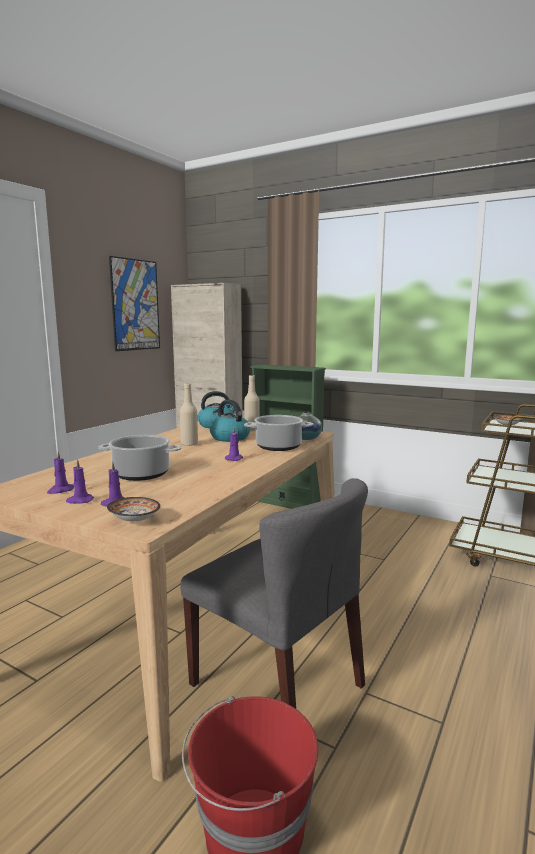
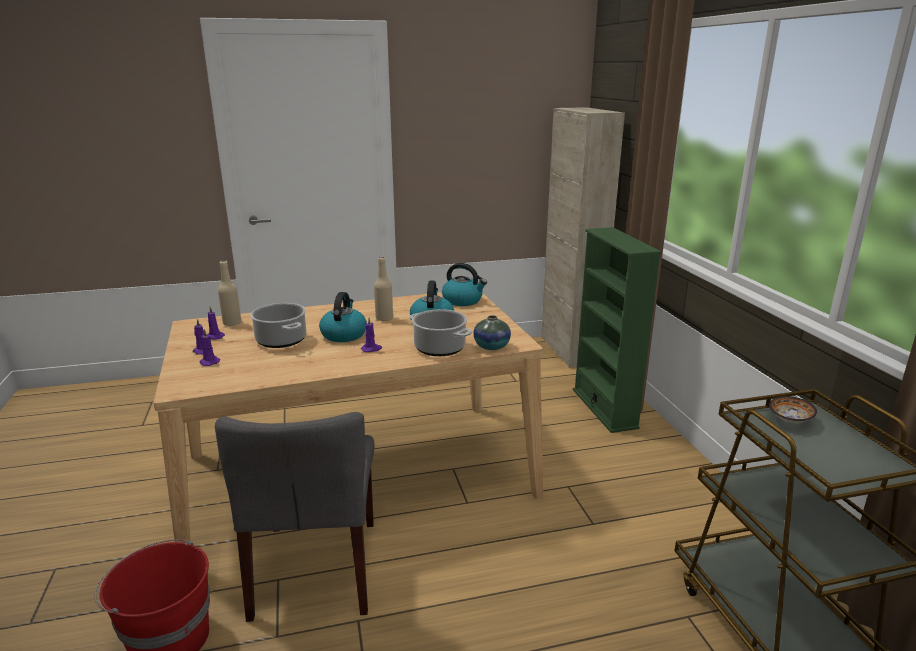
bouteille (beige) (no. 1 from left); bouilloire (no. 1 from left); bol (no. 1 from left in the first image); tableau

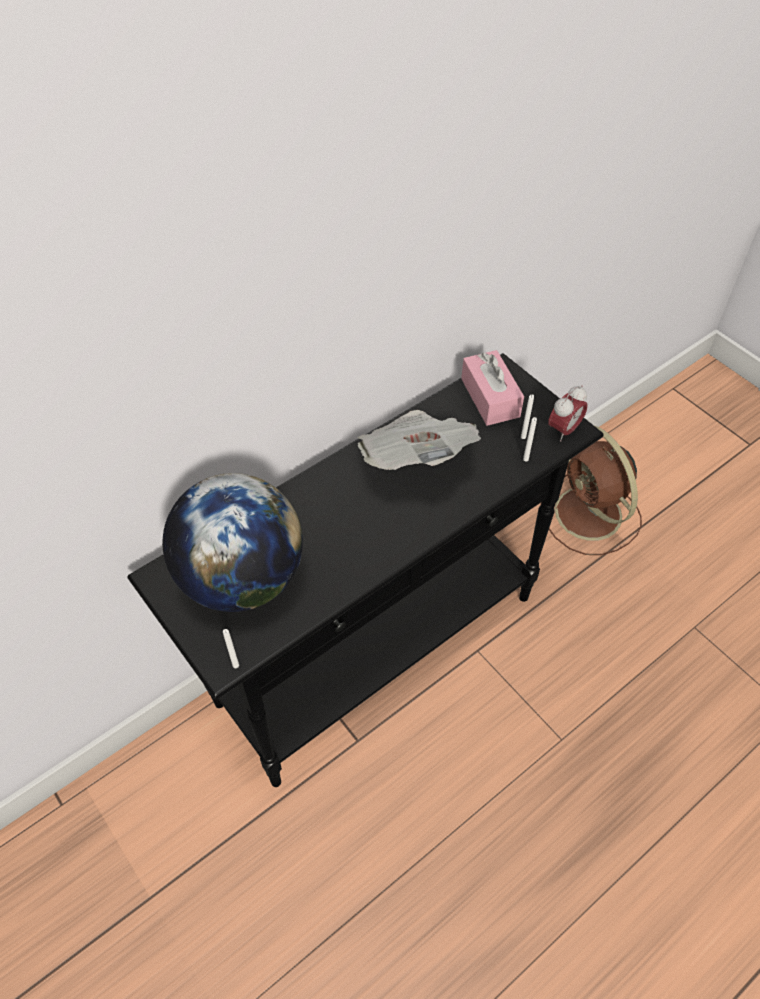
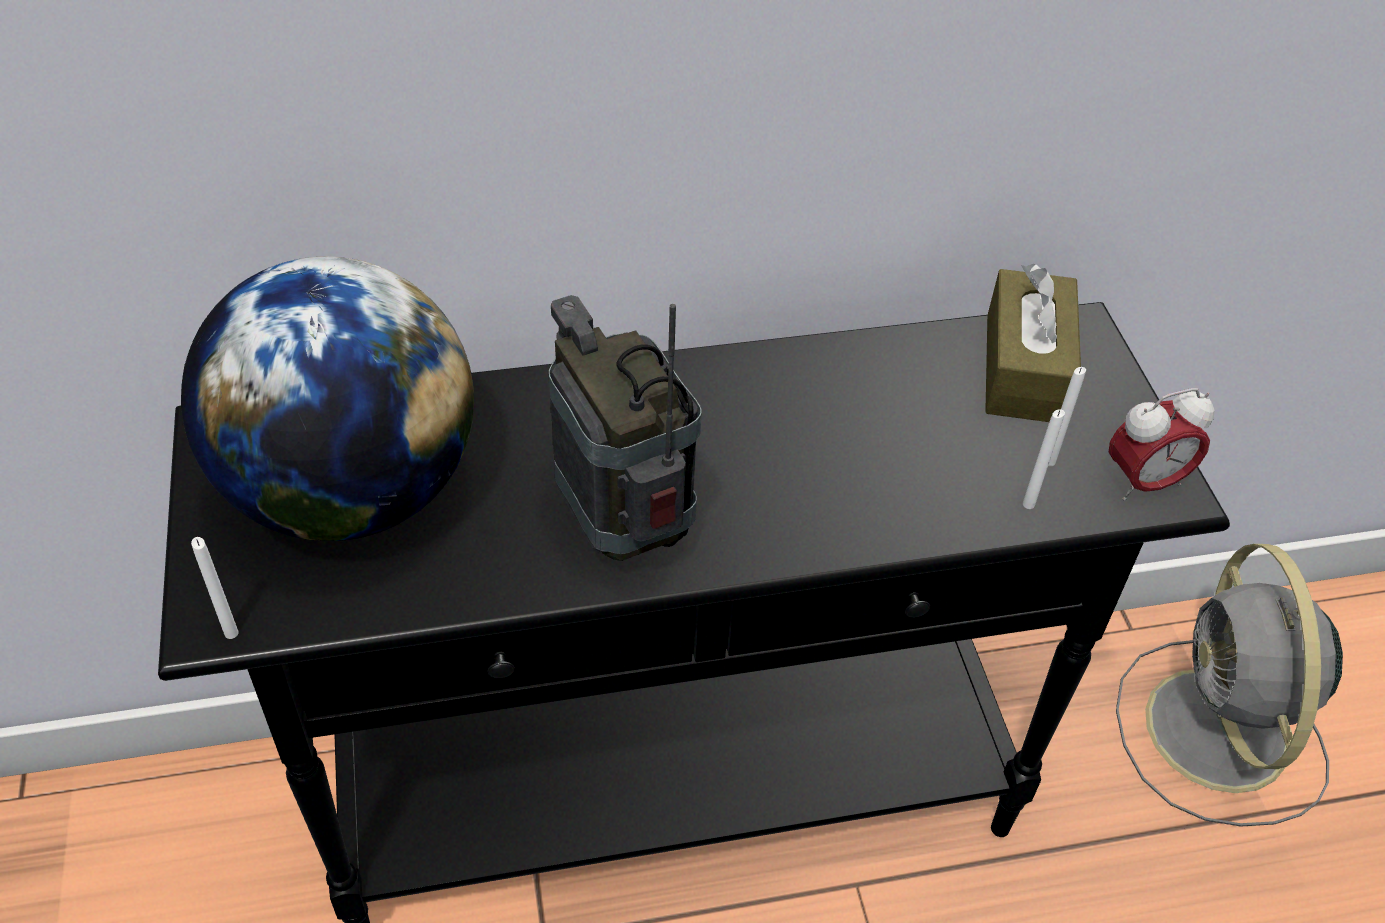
radio; boîte à mouchoirs (marron); ventilateur (gris); journal

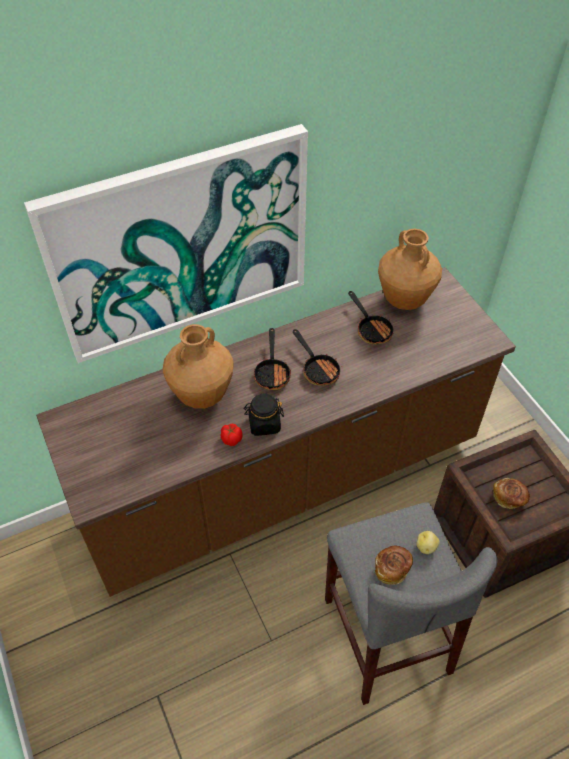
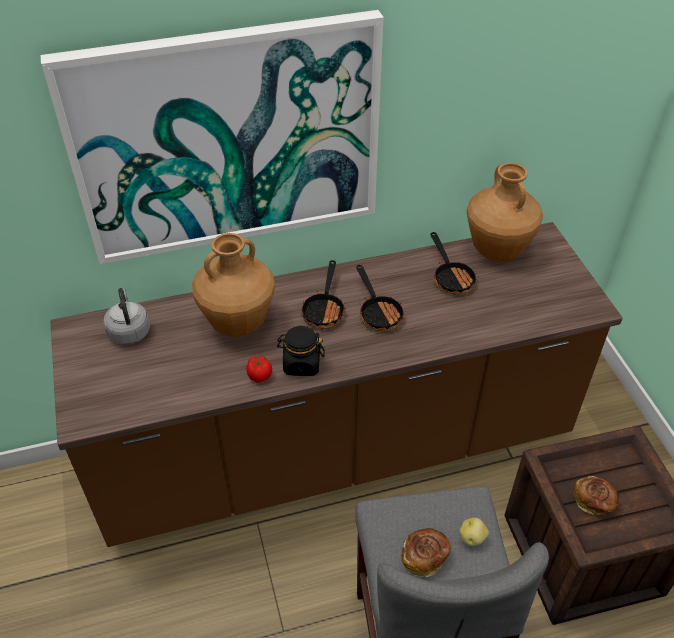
bouilloire (gris)

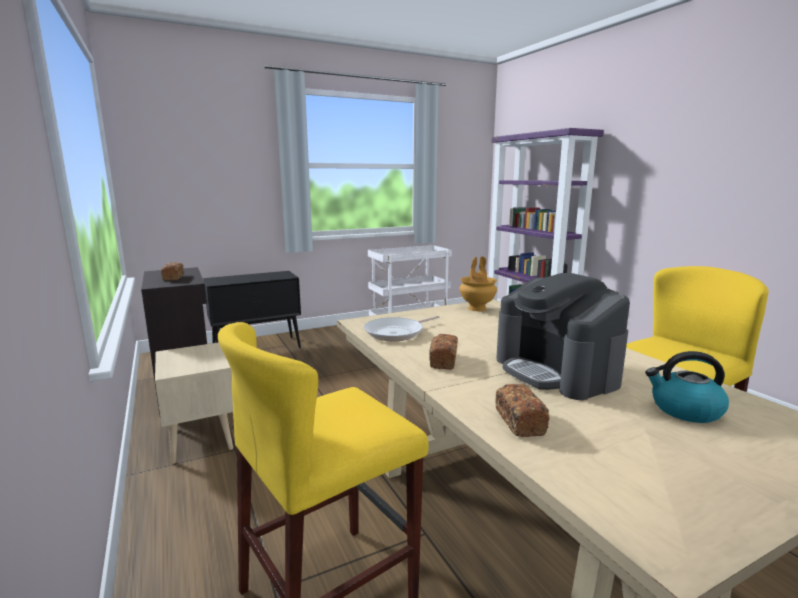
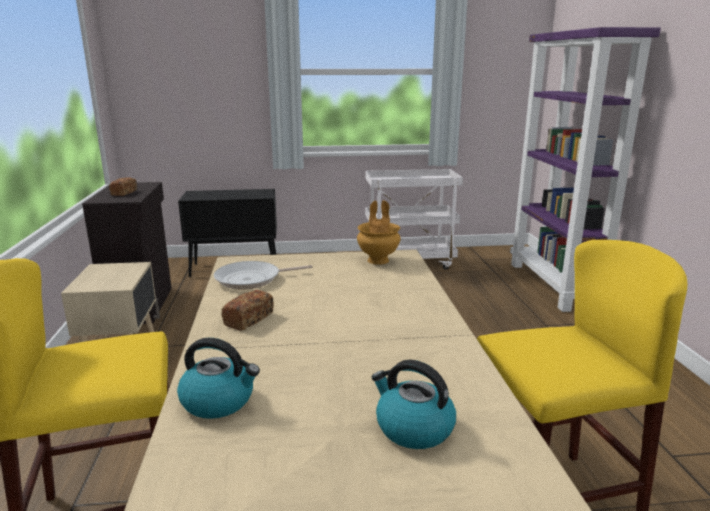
bouilloire (no. 1 from left); machine à café

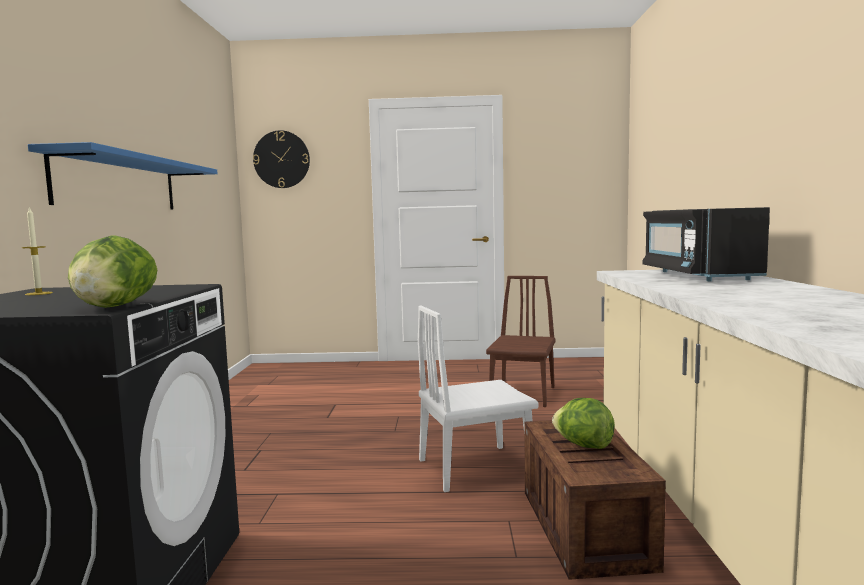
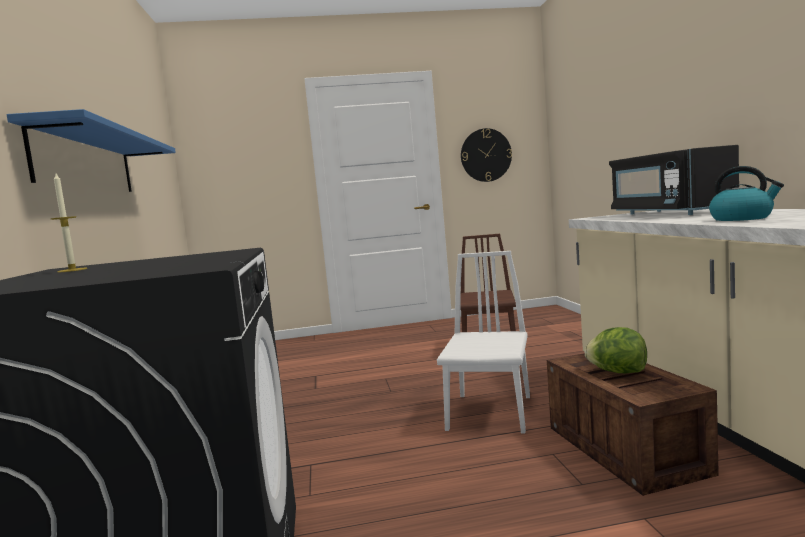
chaise (blanc); horloge murale; bouilloire; laitue (no. 1 from left in the first image)

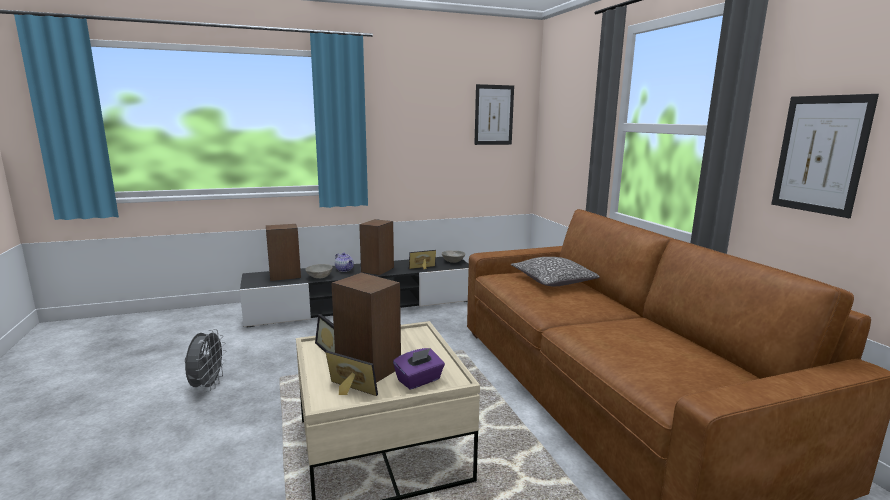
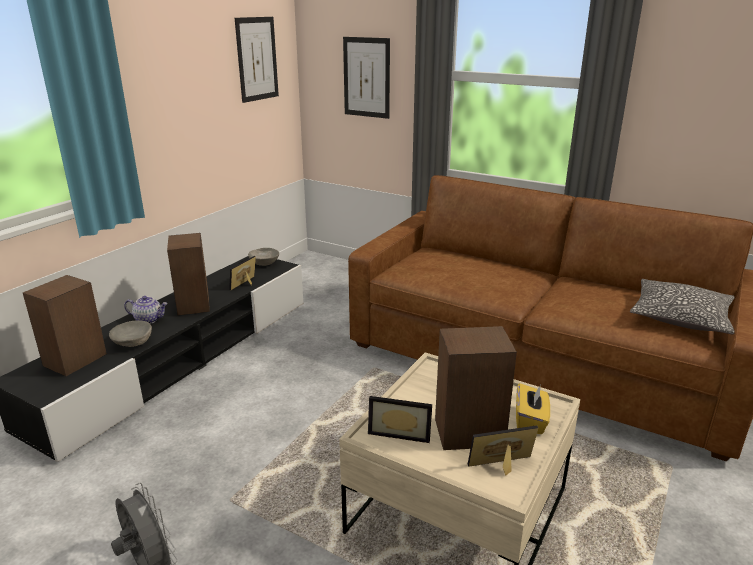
tableau (no. 2 from left); boîte à mouchoirs (jaune); coussin

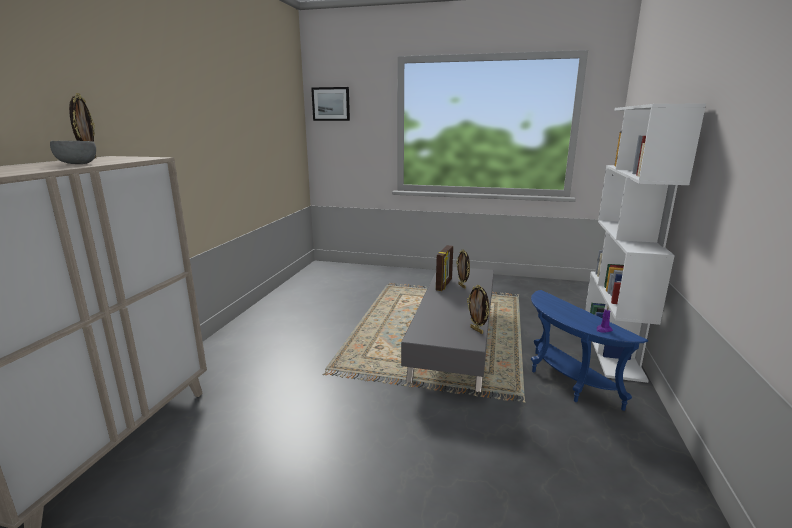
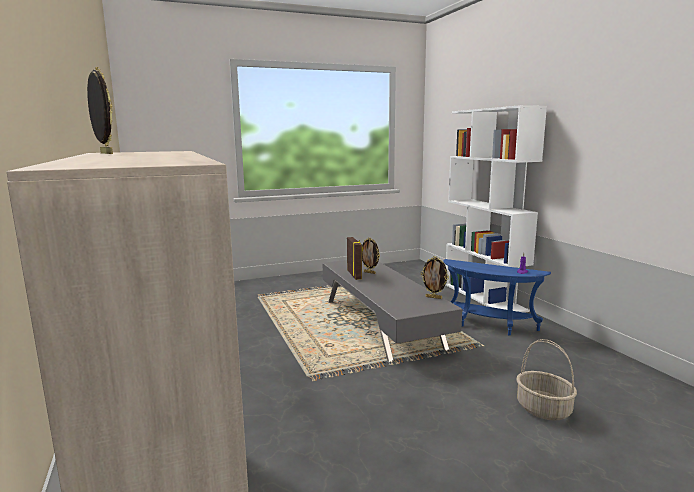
panier; bol (gris); tableau

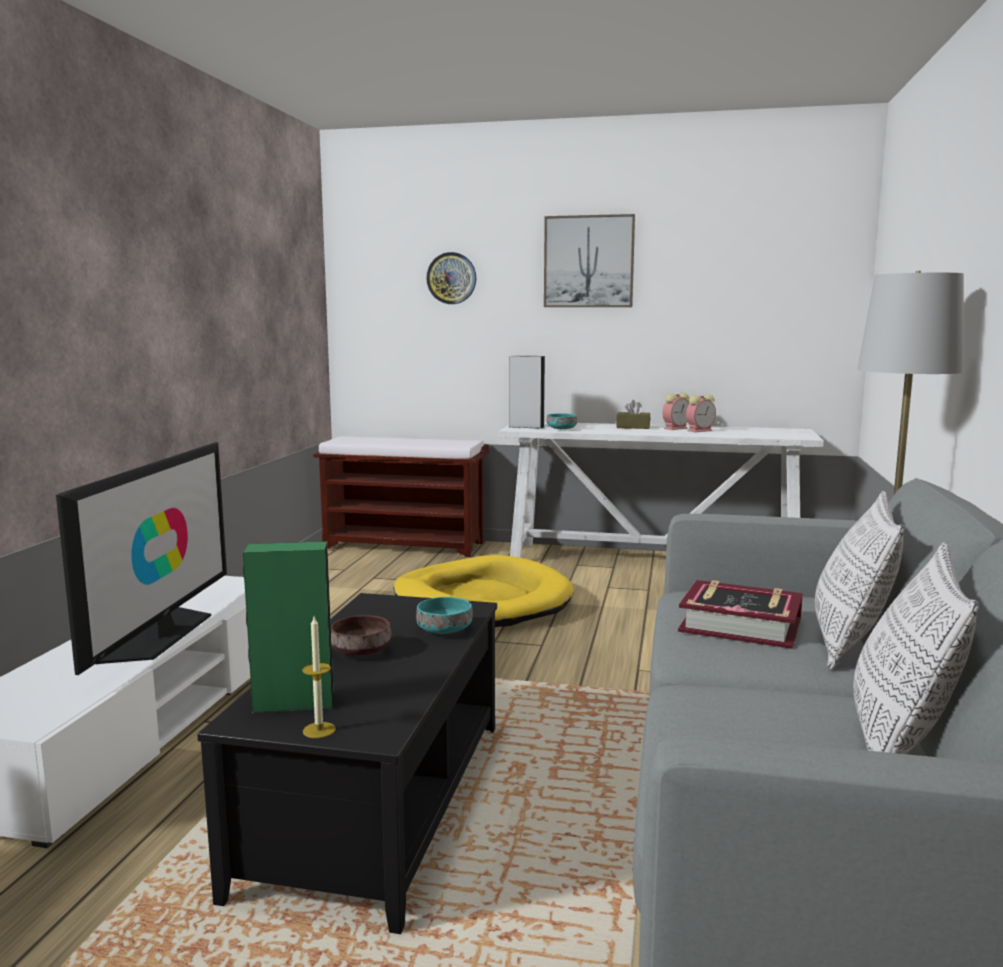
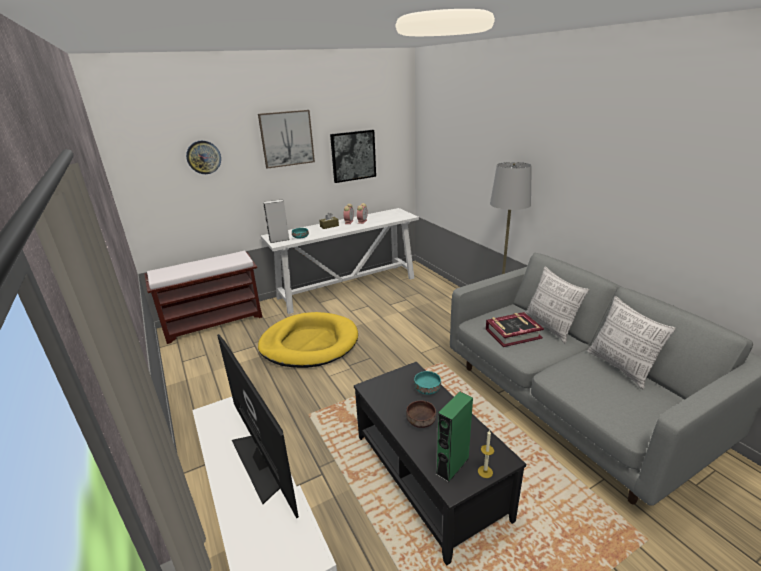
tableau (no. 2 from left)

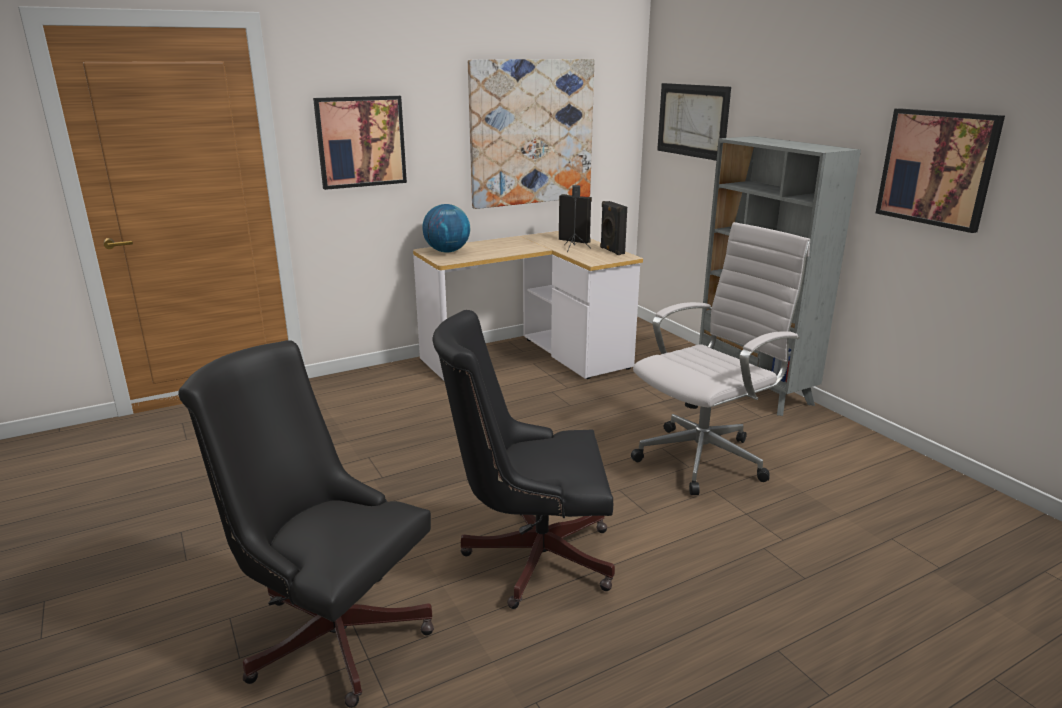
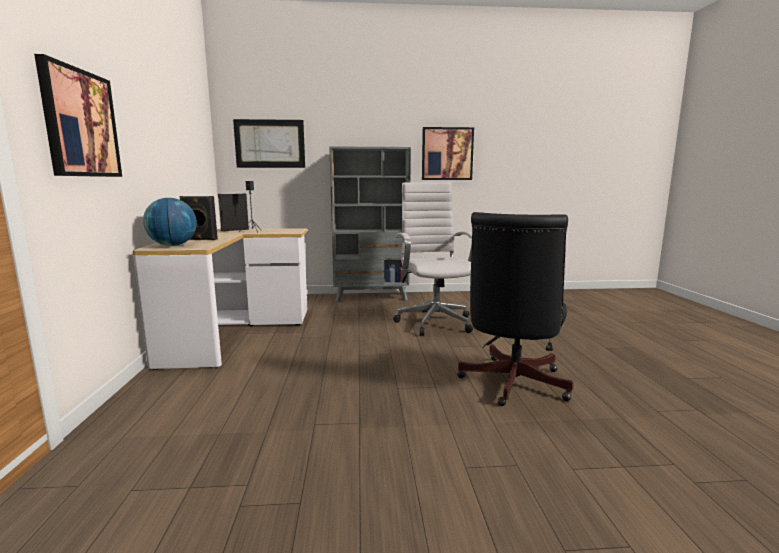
enceinte (noir) (no. 1 from left); chaise de bureau (noir) (no. 1 from left in the first image); tableau (no. 2 from left in the first image)

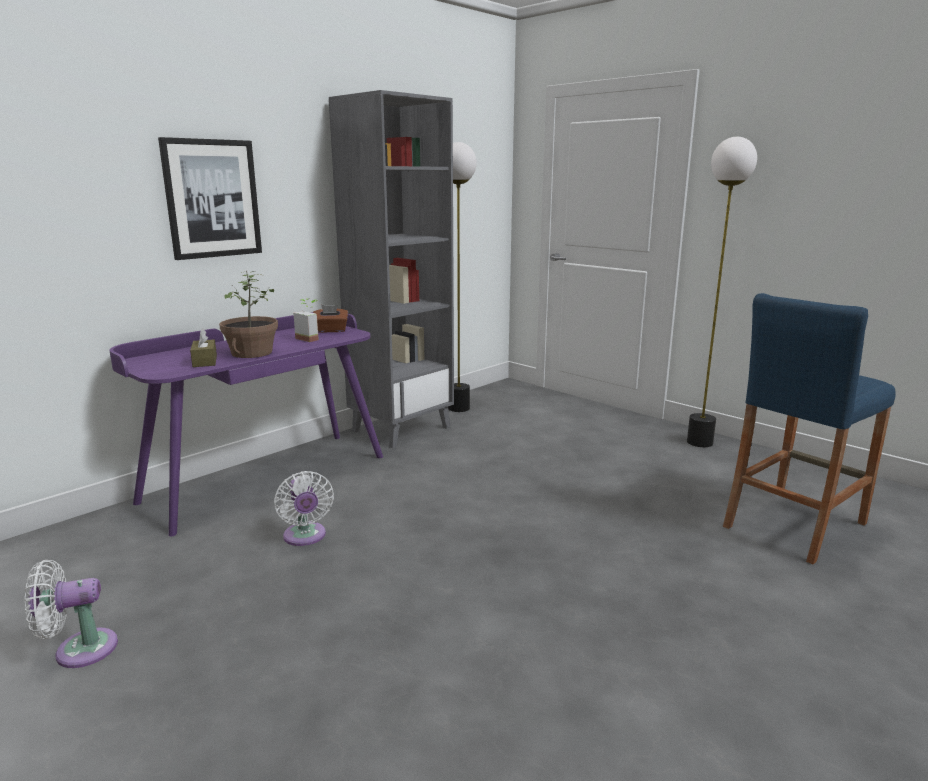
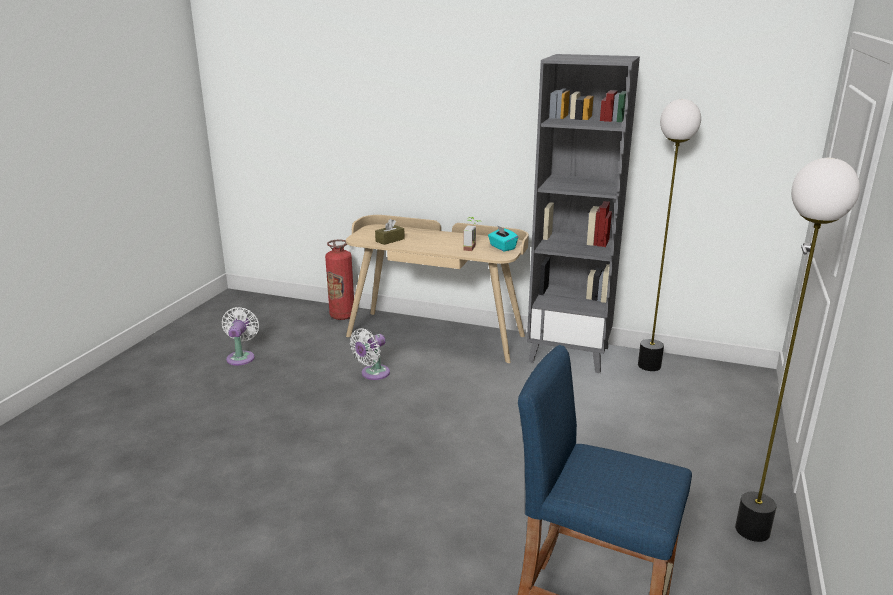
ventilateur (blanc) (no. 1 from left); extincteur; bureau (beige); boîte à mouchoirs (turquoise); tableau; plante en pot (no. 1 from left in the first image)

